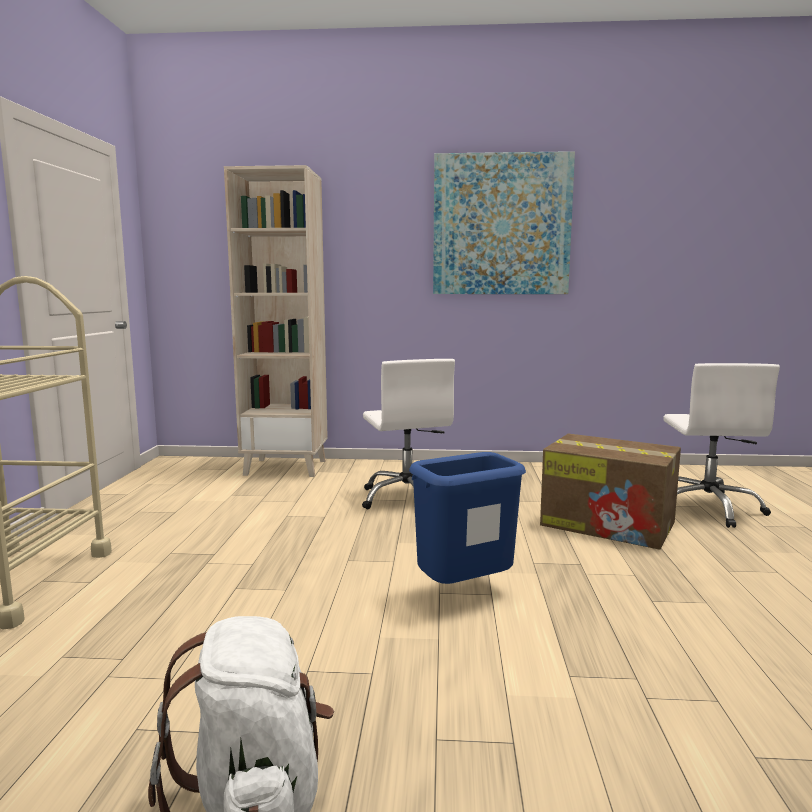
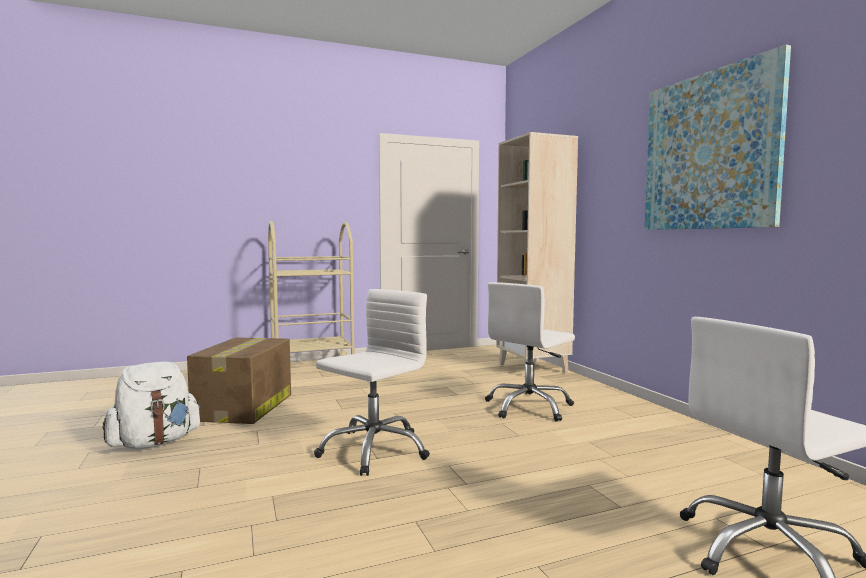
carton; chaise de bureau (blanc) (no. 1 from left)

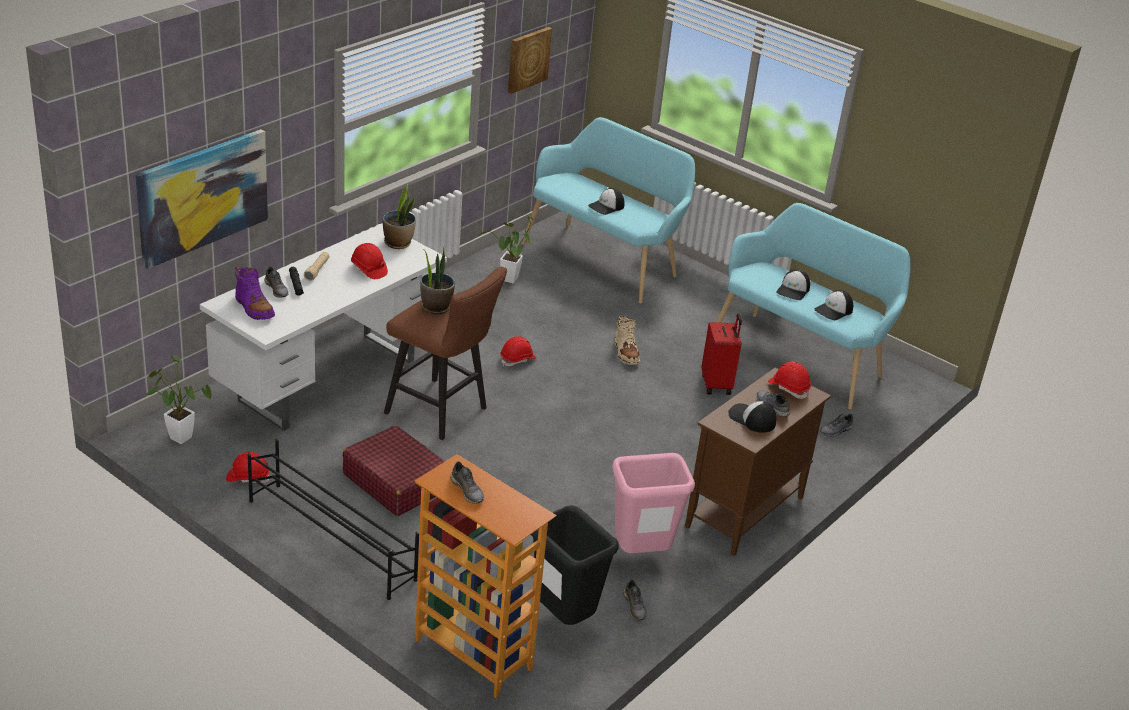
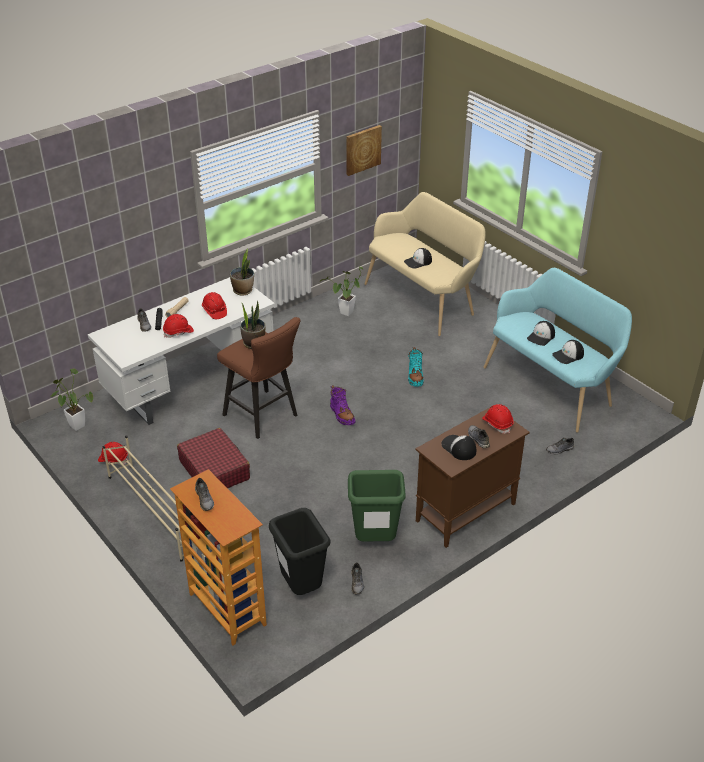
étagère à chaussures (beige); casque de chantier (rouge) (no. 2 from left); botte (violet); poubelle (vert); banc (beige); botte (turquoise); tableau (no. 1 from left in the first image); valise (rouge) (no. 2 from left in the first image)

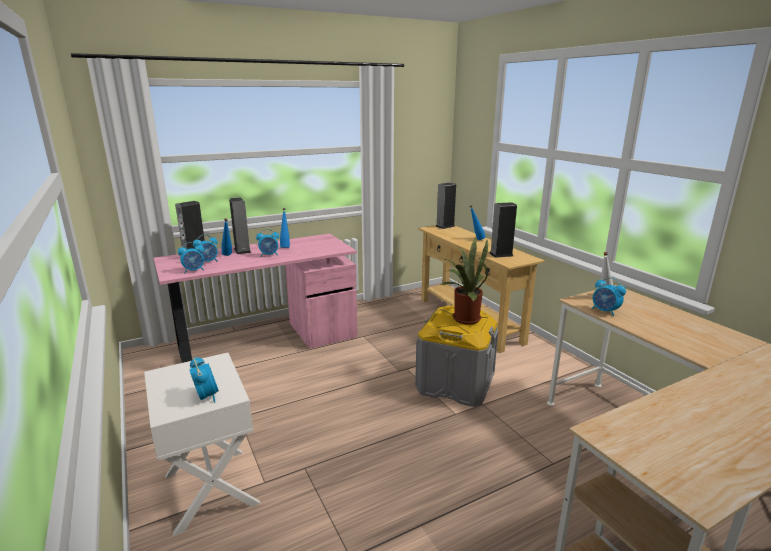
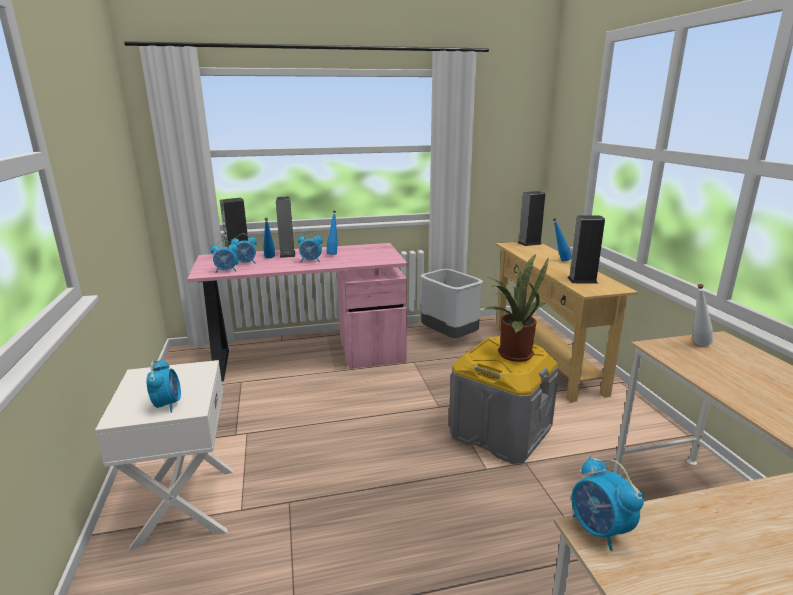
poubelle (gris); réveil (no. 5 from left)

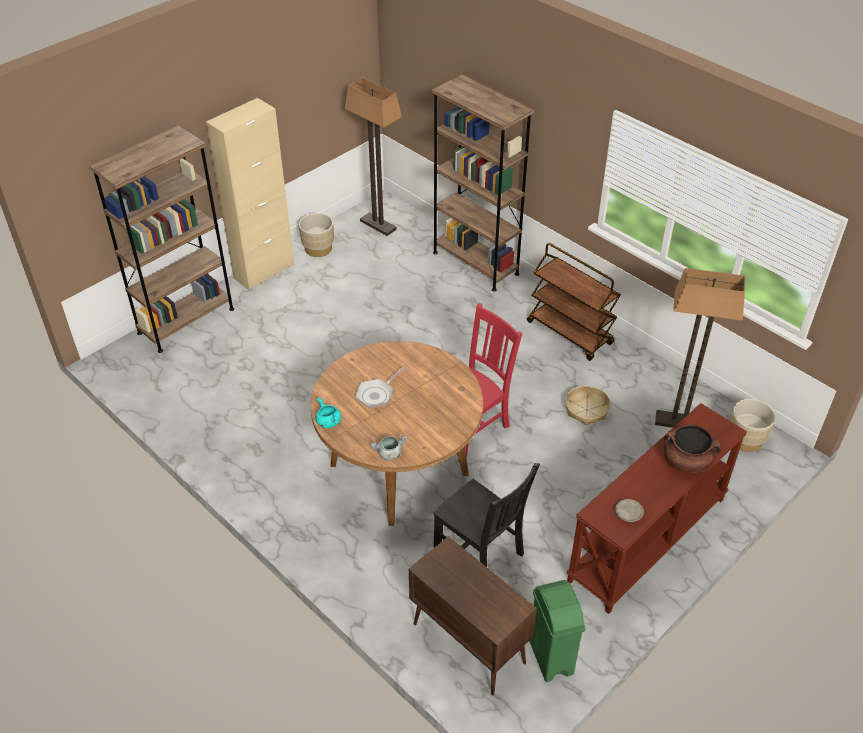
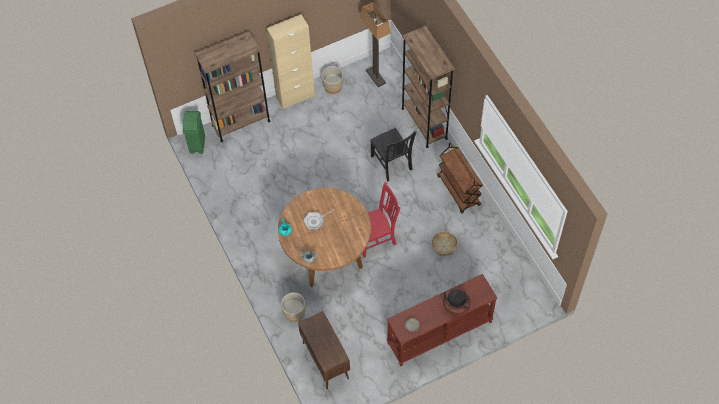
poubelle (vert); cache-pot (beige) (no. 1 from left); chaise (noir); lampadaire (no. 2 from left in the first image)

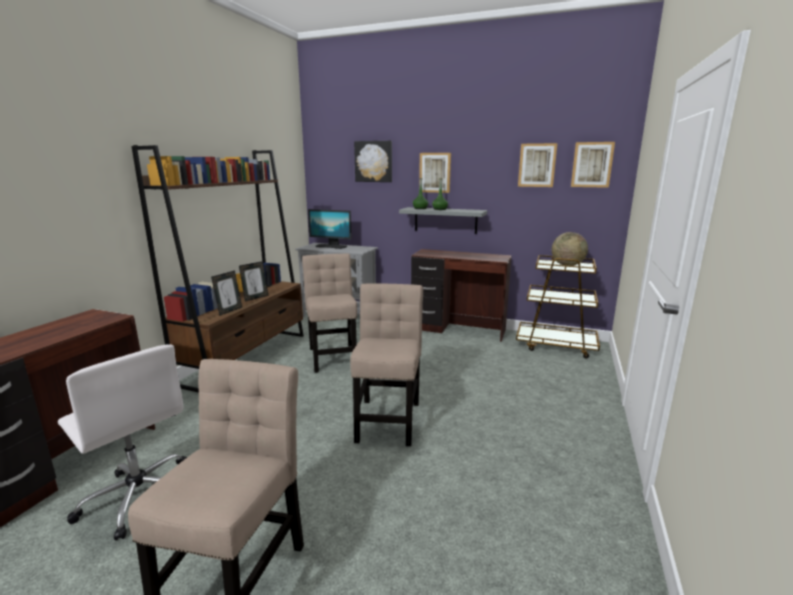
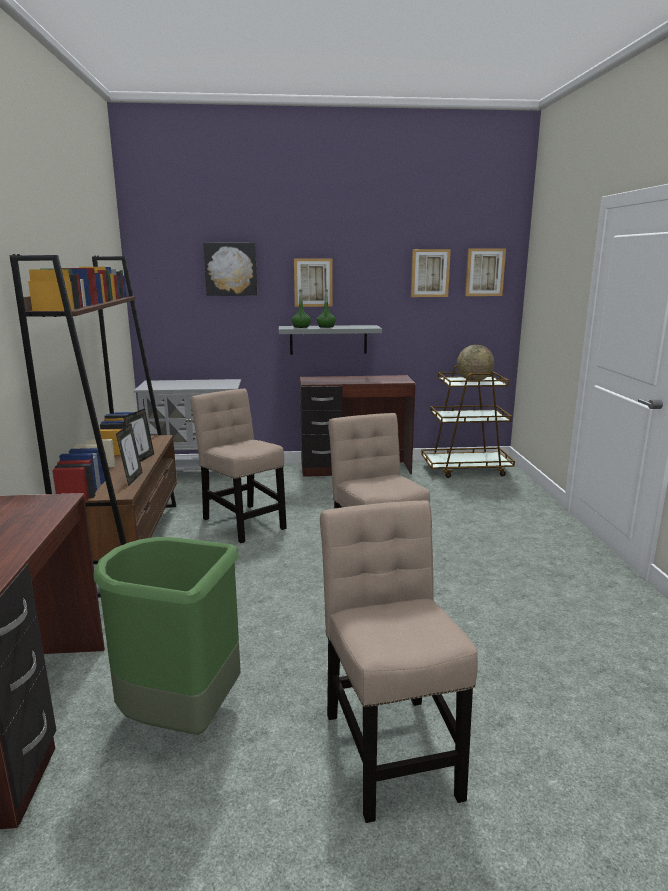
poubelle (vert); écran d'ordinateur

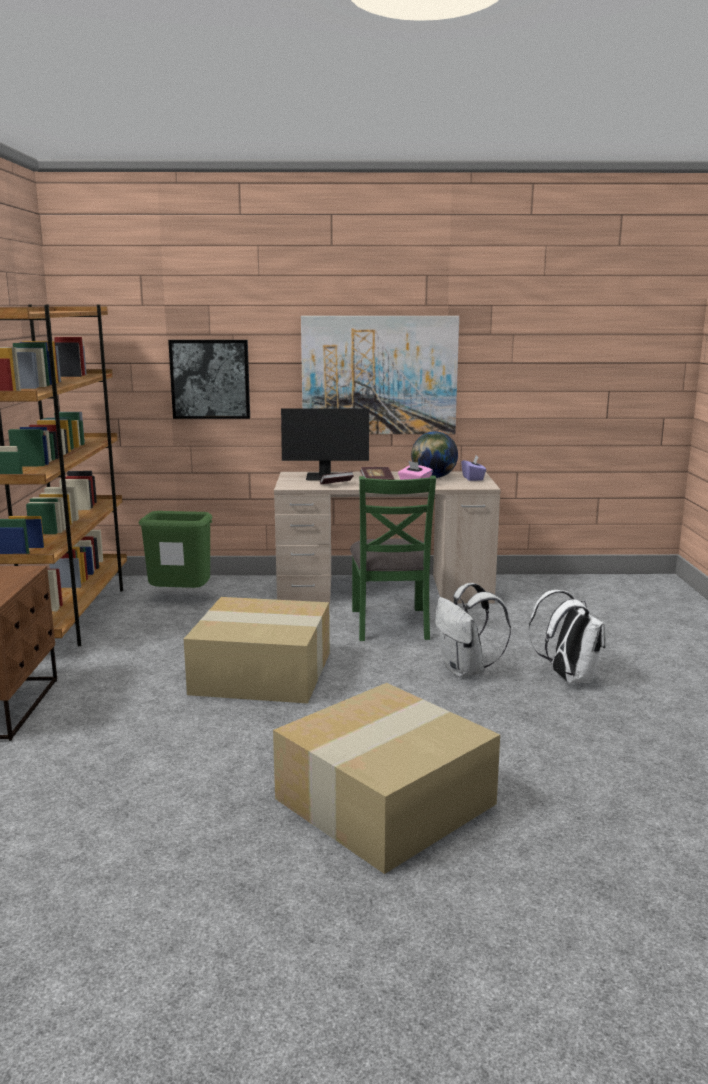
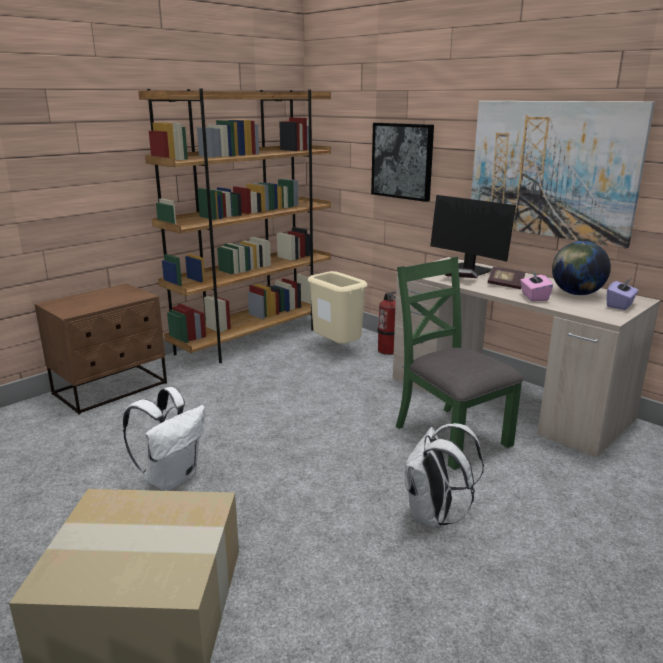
sac à dos (blanc) (no. 1 from left); poubelle (beige); extincteur; chaise (vert); carton (no. 1 from left in the first image)

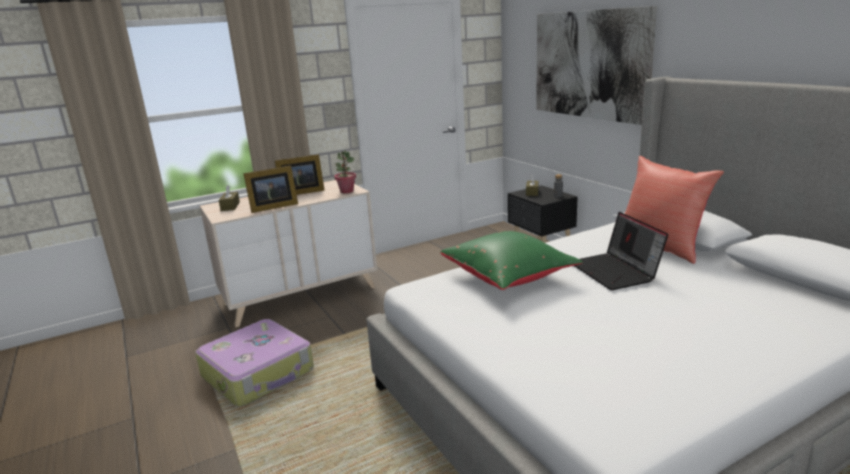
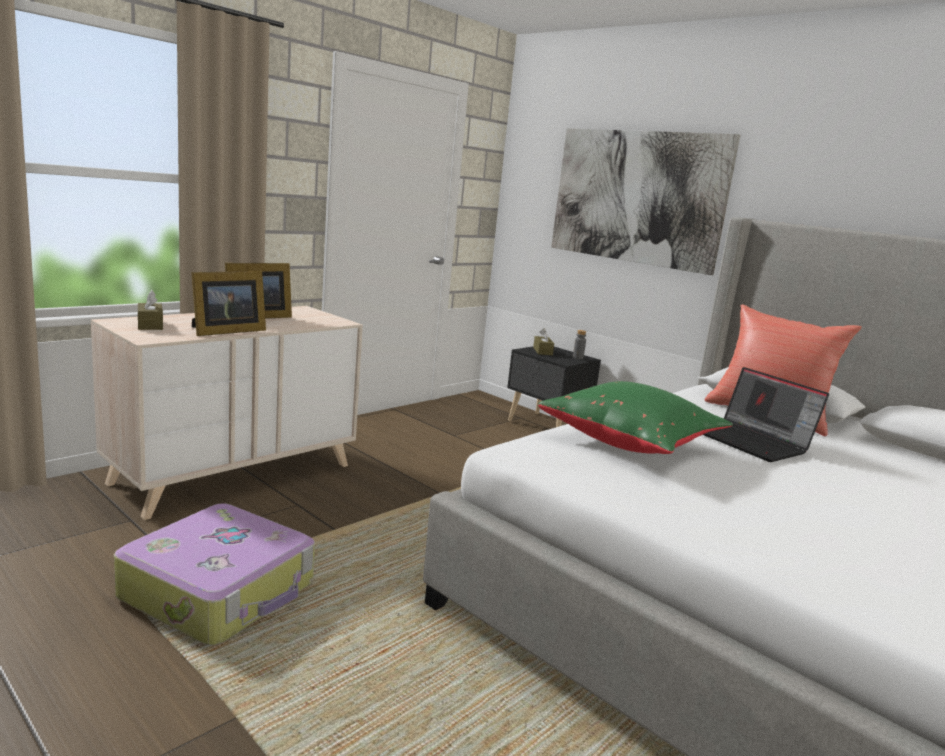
plante en pot

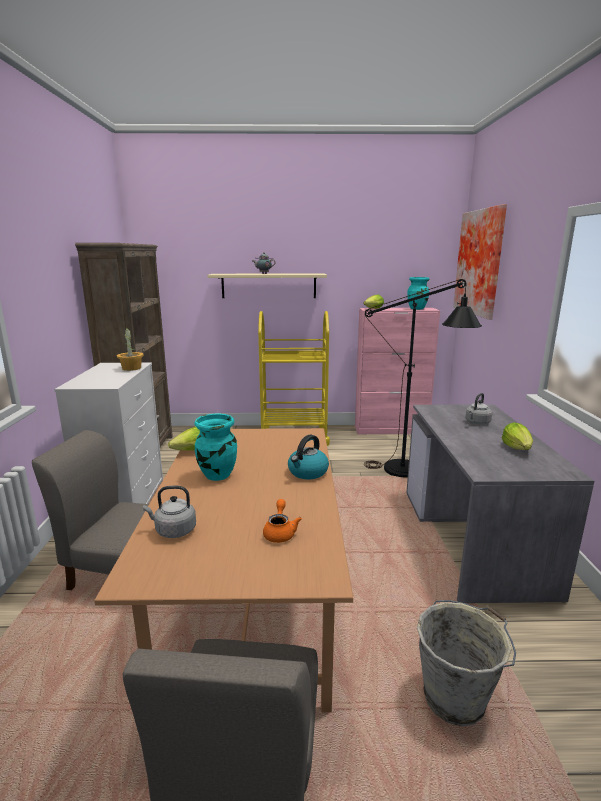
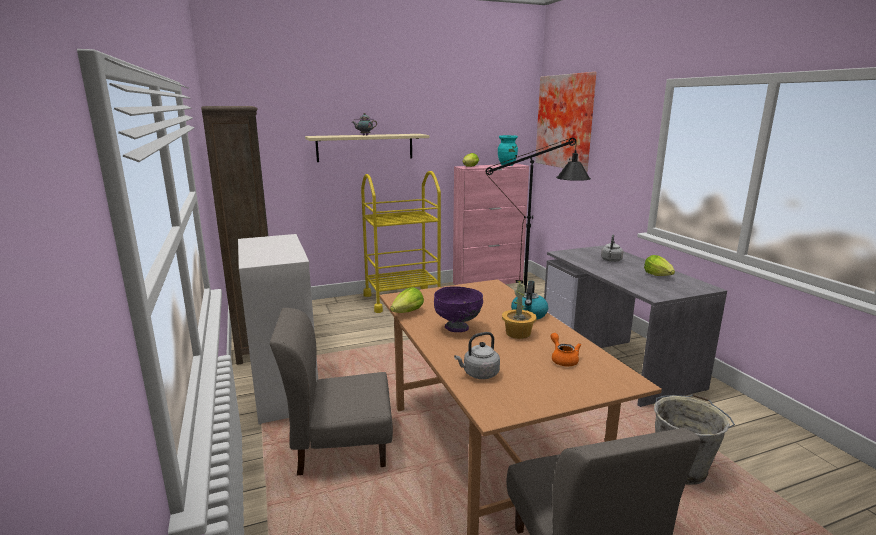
bol (violet); plante en pot

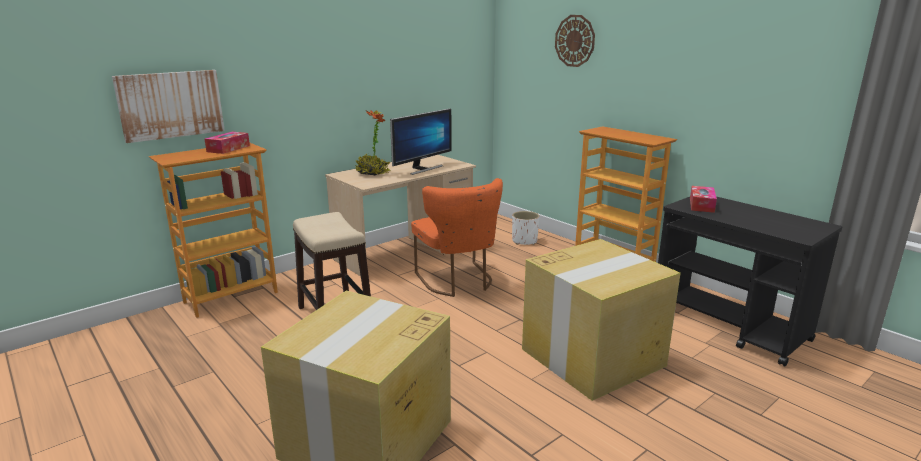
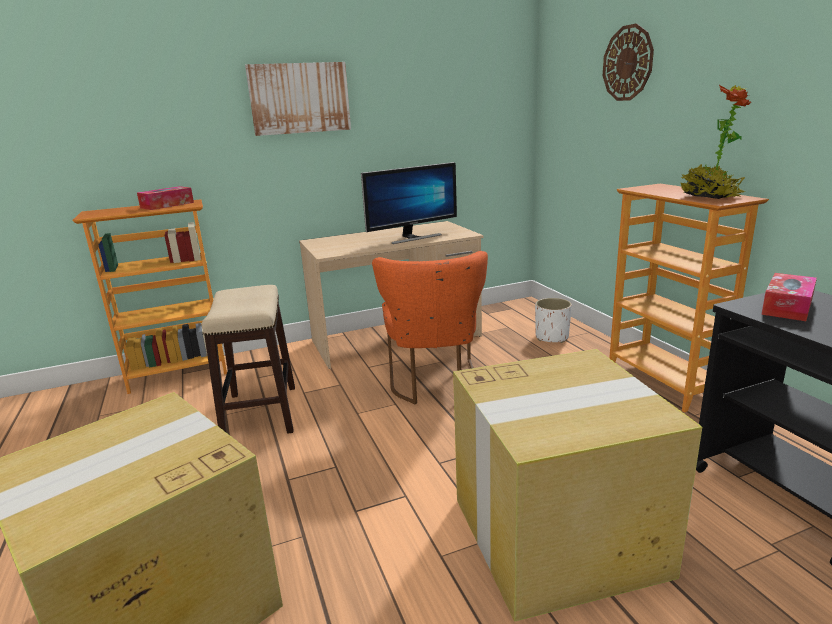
tableau; plante en pot

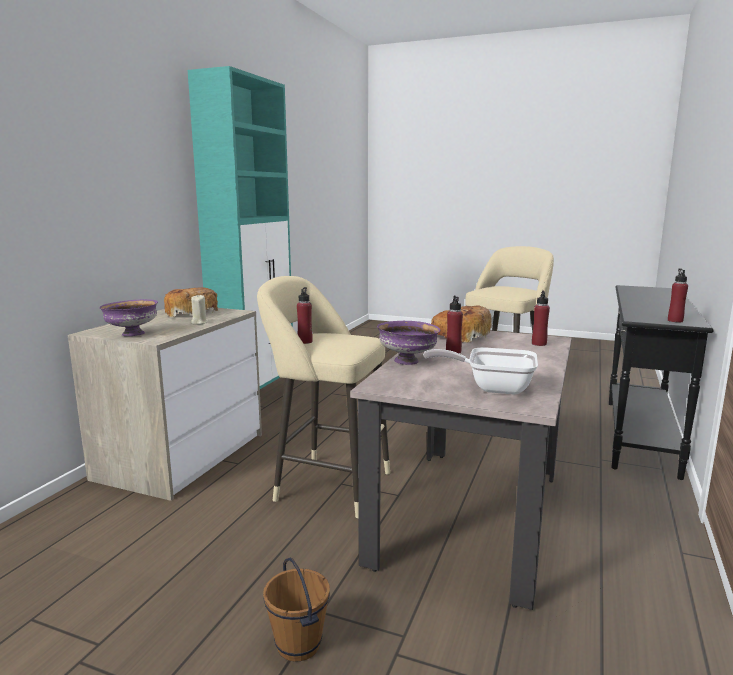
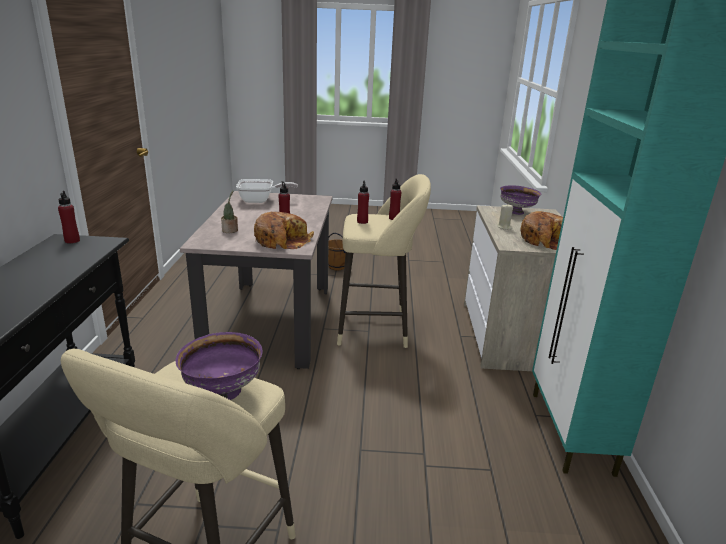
bol (violet) (no. 1 from left); plante en pot; bouteille (rouge) (no. 3 from left)

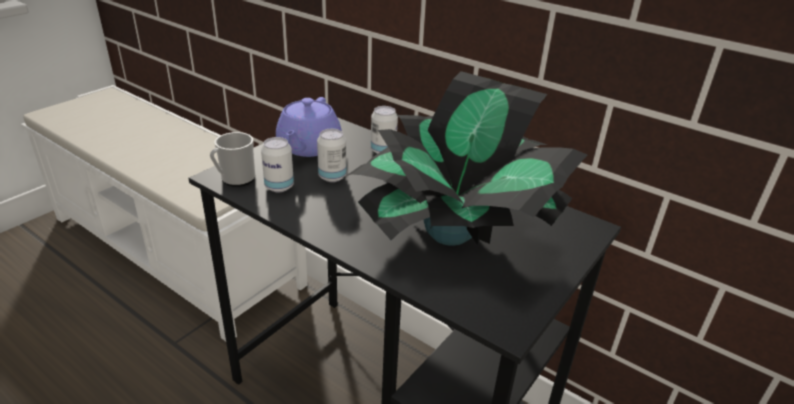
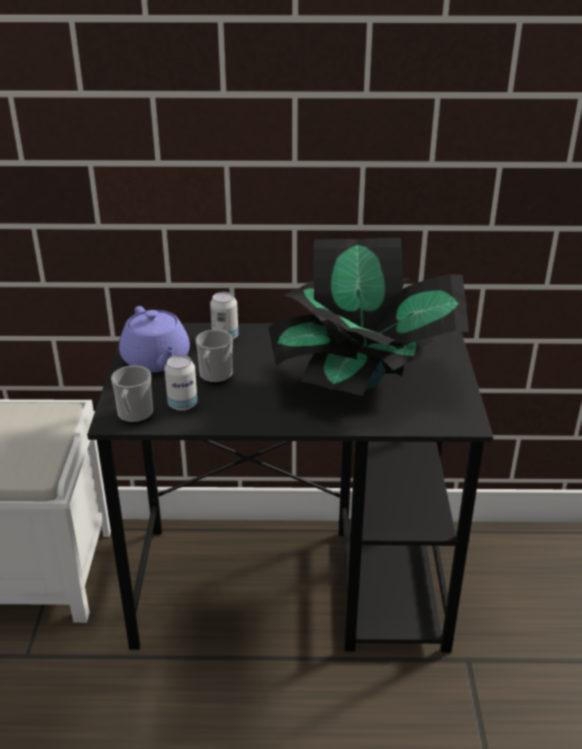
mug (no. 2 from left)

